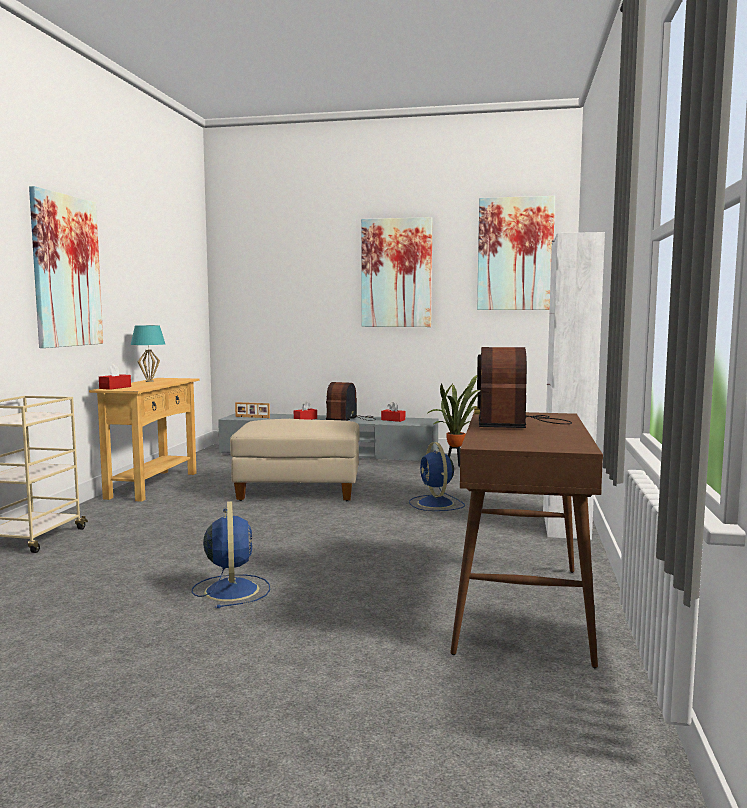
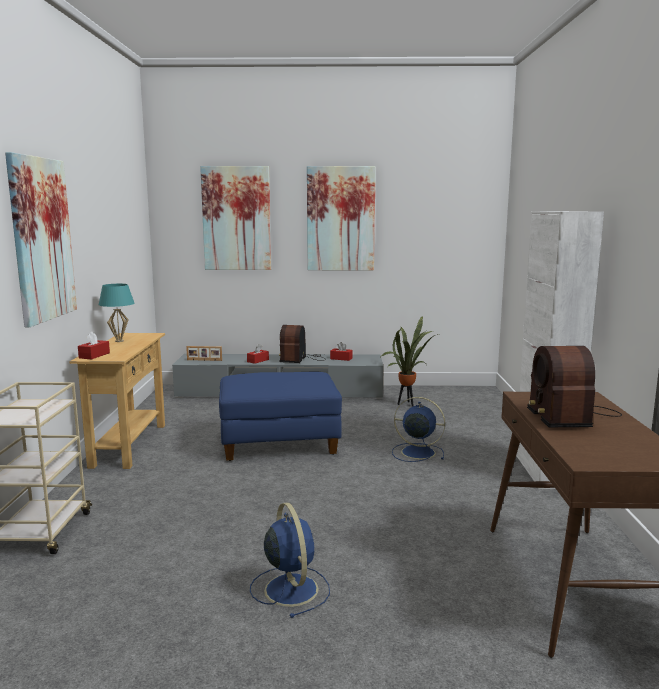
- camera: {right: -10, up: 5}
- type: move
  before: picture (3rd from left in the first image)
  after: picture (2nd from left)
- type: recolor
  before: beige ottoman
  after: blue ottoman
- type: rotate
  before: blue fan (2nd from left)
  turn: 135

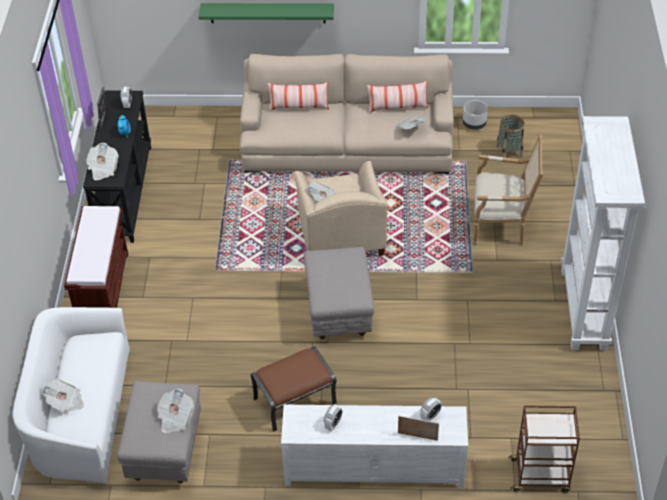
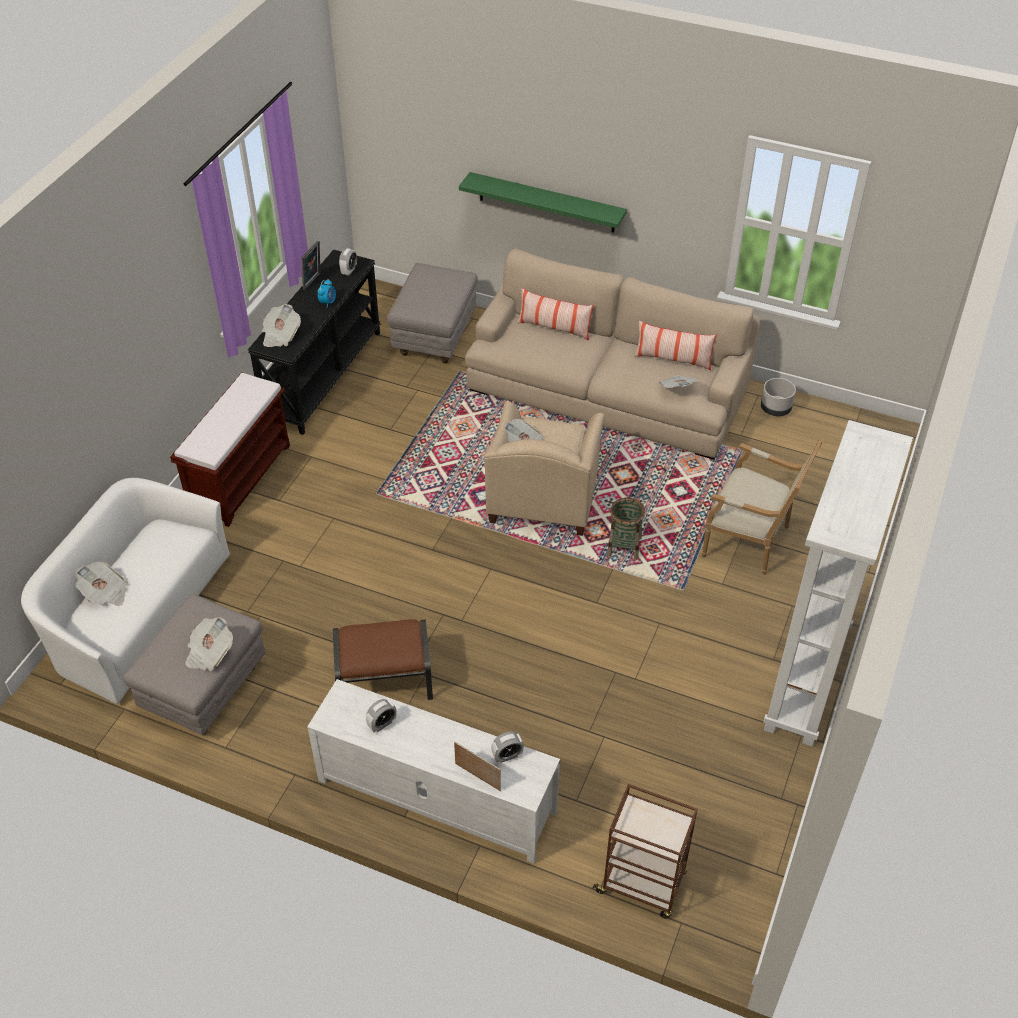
- camera: {right: 20, up: 0}
- type: move
  before: basket
- type: move
  before: grey ottoman (2nd from left)

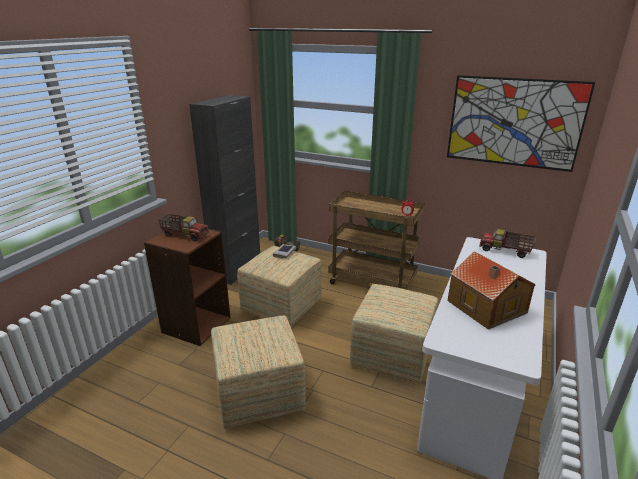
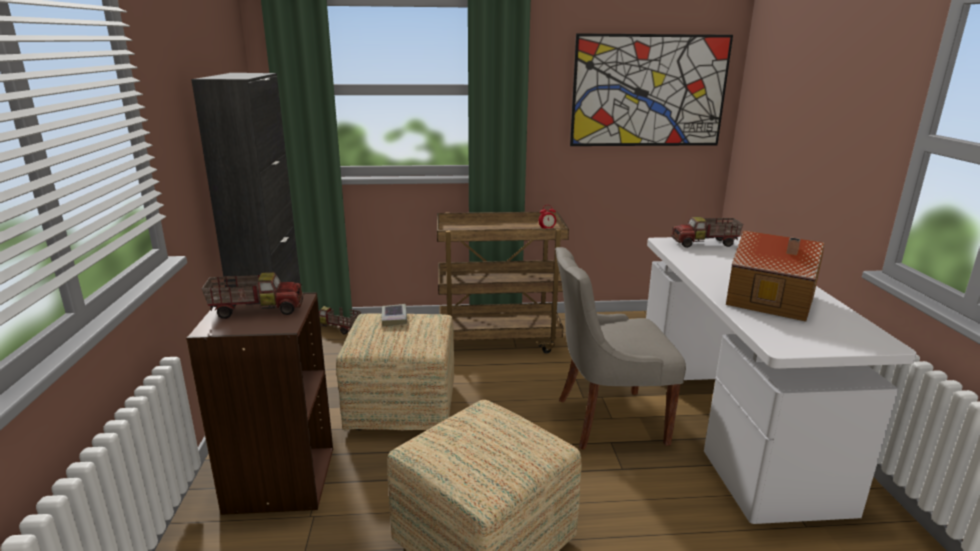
- camera: {right: -30, up: -5}
- type: replace
  before: ottoman (3rd from left)
  after: grey chair

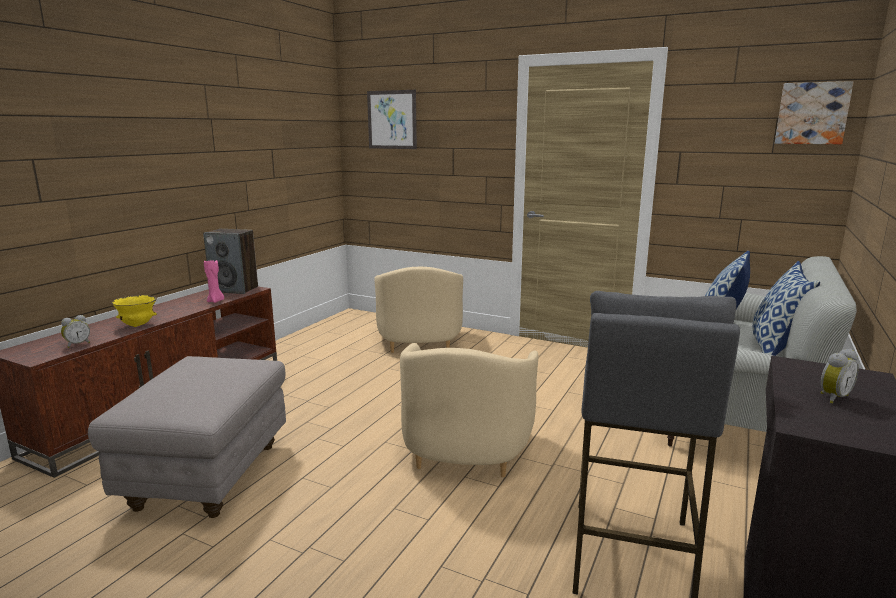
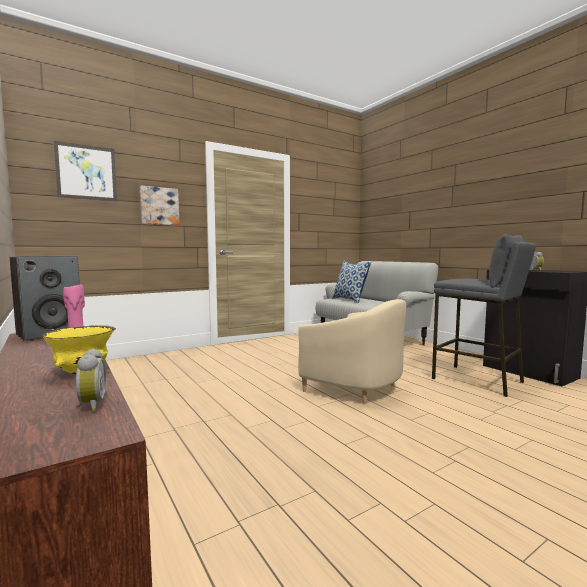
- camera: {right: -60, up: -10}
- type: move
  before: picture (2nd from left)
- type: delete
  before: pillow (2nd from left)
- type: delete
  before: beige armchair (1st from left)
- type: delete
  before: grey ottoman

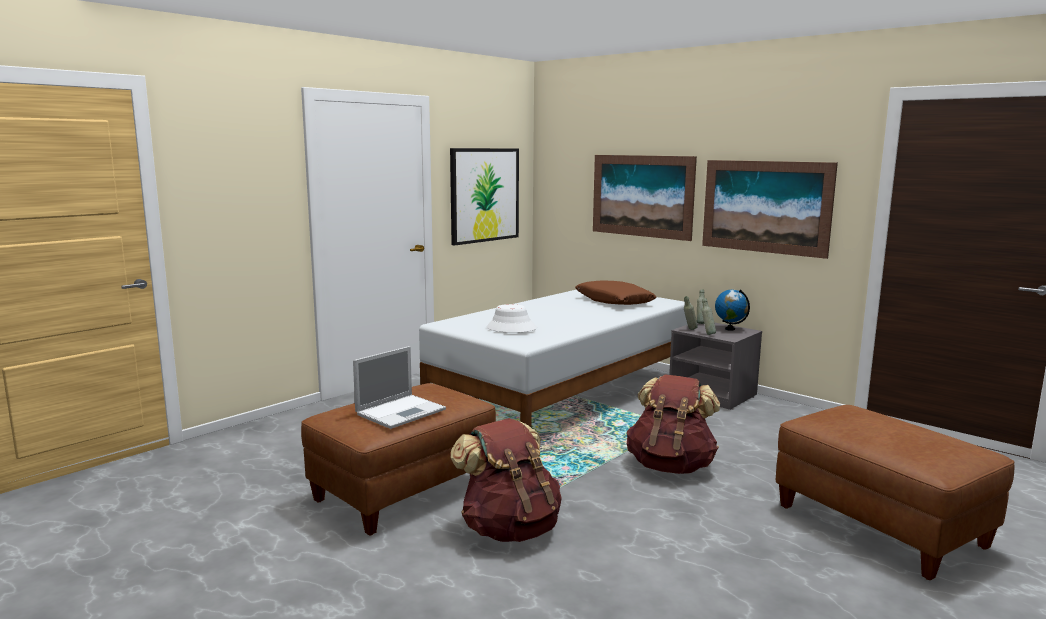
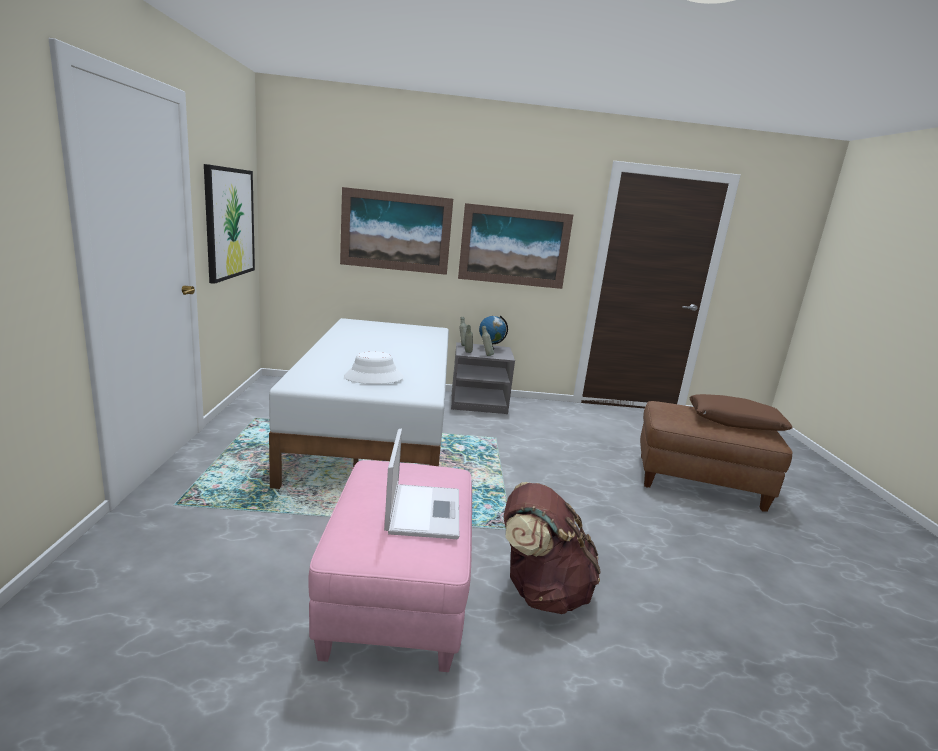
- camera: {right: -45, up: 5}
- type: move
  before: brown pillow
- type: delete
  before: brown backpack (2nd from left)
- type: recolor
  before: brown ottoman (1st from left)
  after: pink ottoman

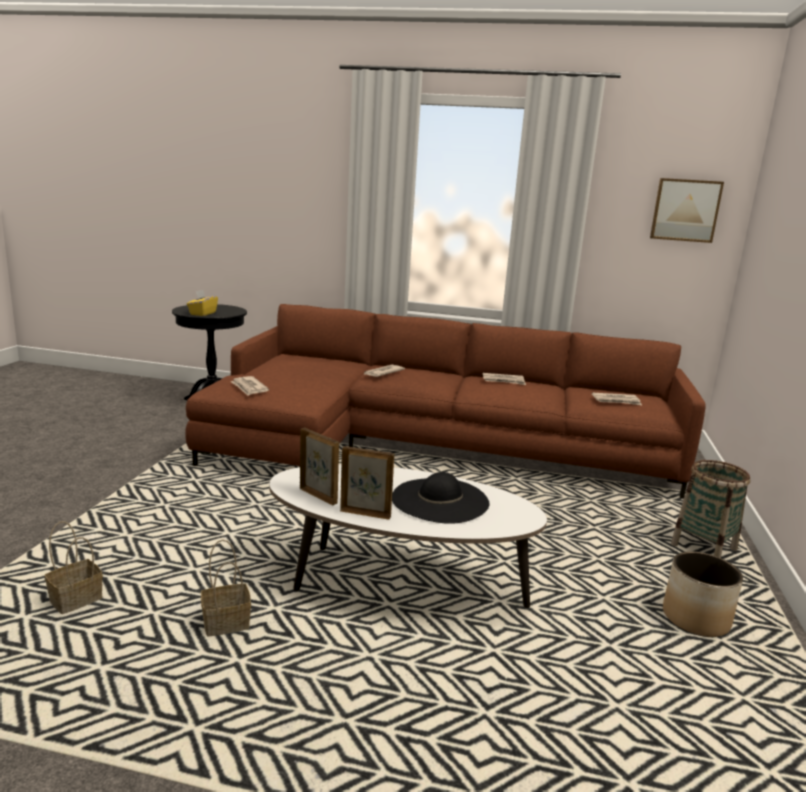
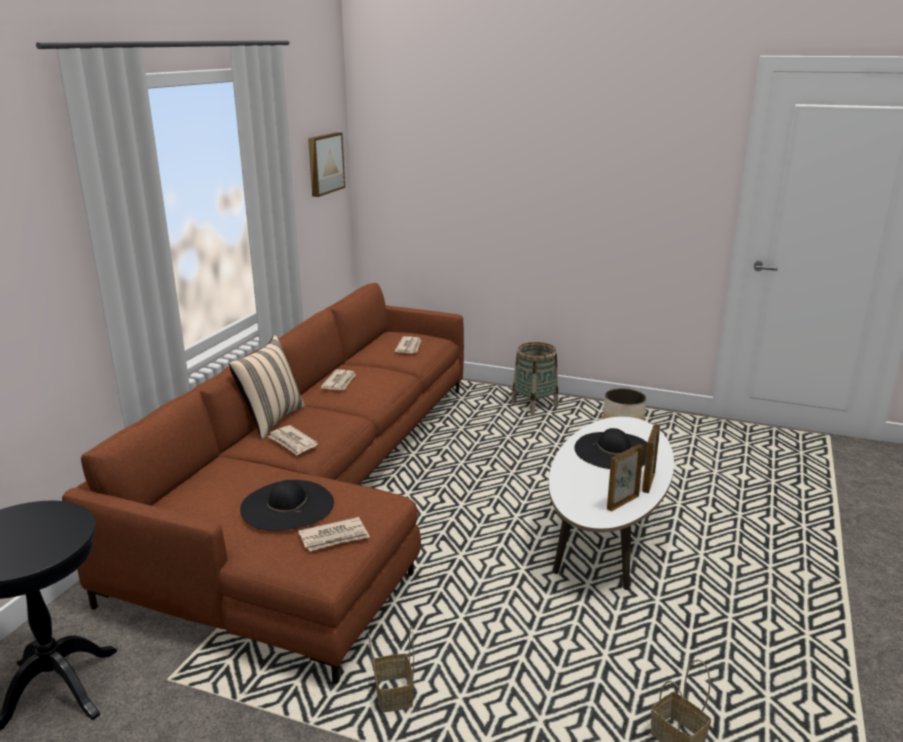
- camera: {right: -80, up: 5}
- type: delete
  before: yellow tissue box
- type: move
  before: basket (2nd from left in the first image)
  after: basket (1st from left)
- type: insert
  after: beige pillow
- type: insert
  after: black hat (1st from left)

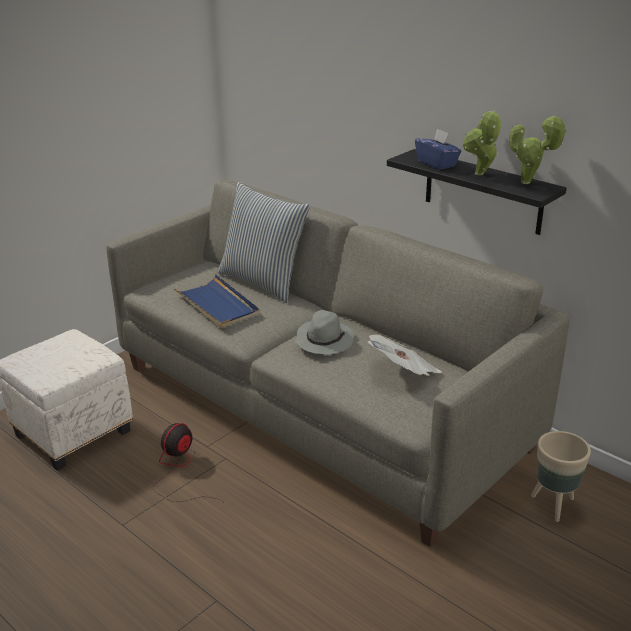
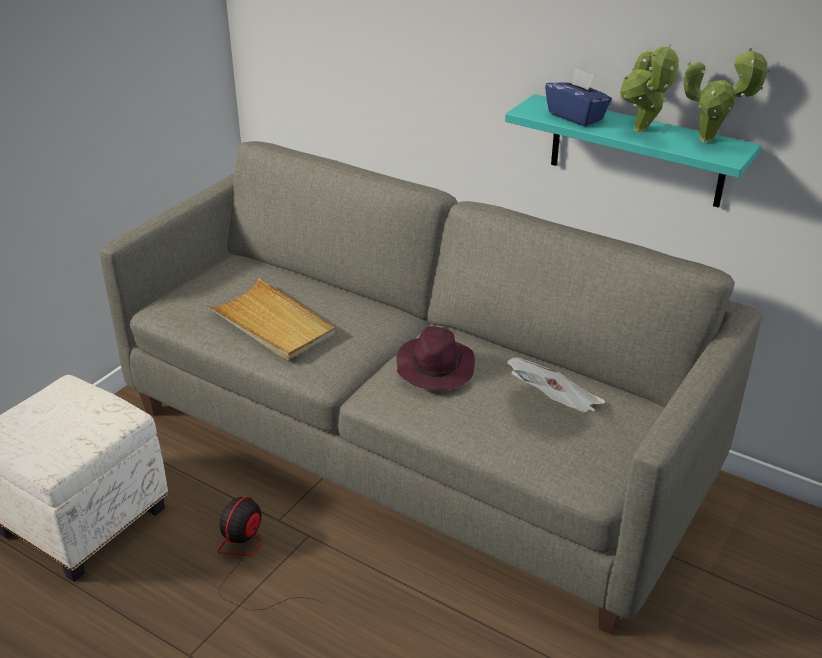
- camera: {right: -10, up: 5}
- type: recolor
  before: black shelf
  after: turquoise shelf
- type: delete
  before: pillow
- type: recolor
  before: blue tray
  after: beige tray
- type: recolor
  before: grey hat
  after: purple hat
- type: delete
  before: beige planter

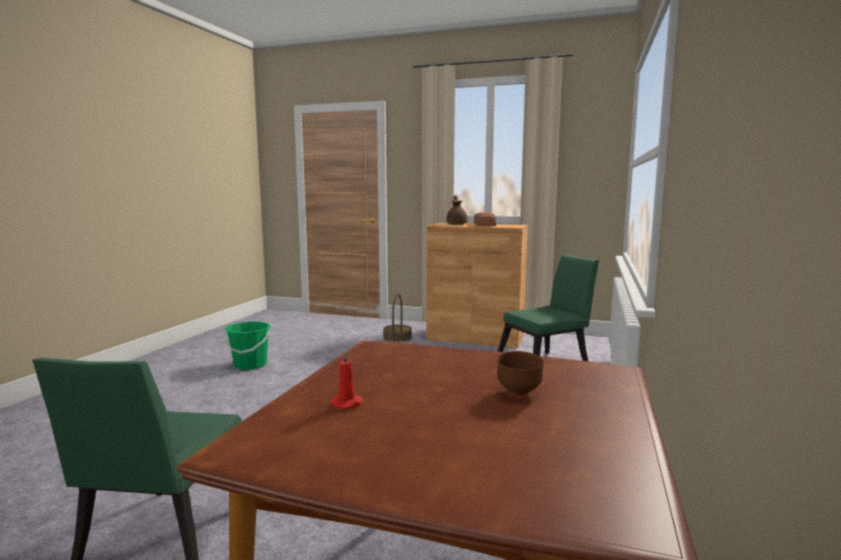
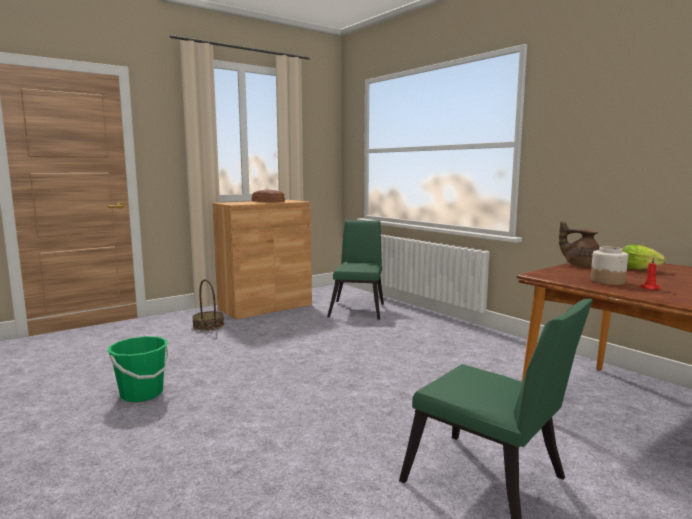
- camera: {right: -55, up: 0}
- type: move
  before: brown teapot
- type: replace
  before: brown bowl
  after: lettuce
- type: insert
  after: jar

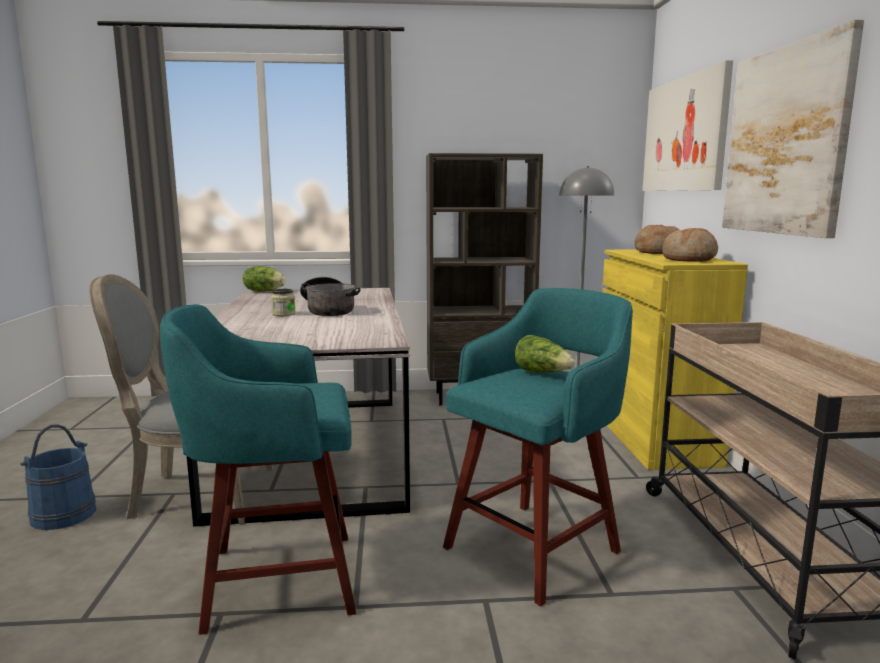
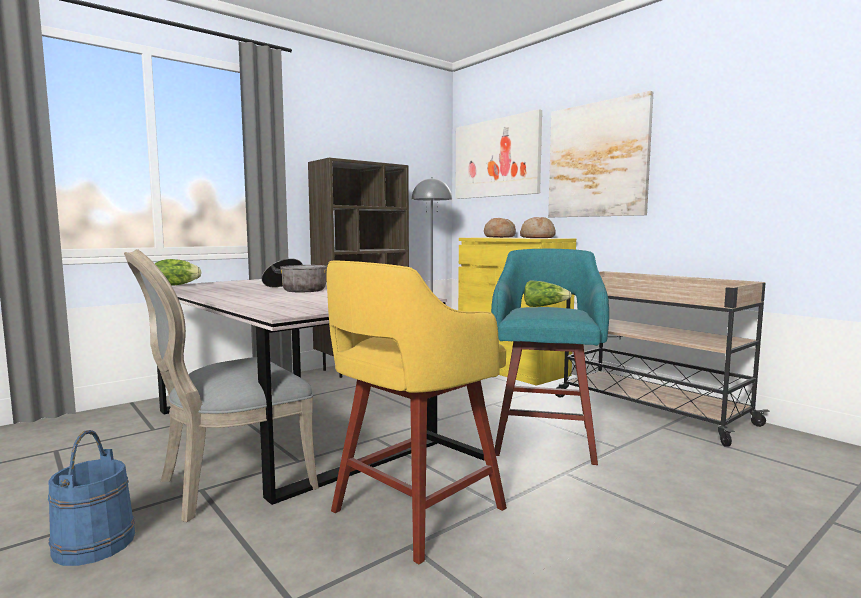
- camera: {right: -35, up: -5}
- type: delete
  before: jar
- type: recolor
  before: turquoise stool (1st from left)
  after: yellow stool

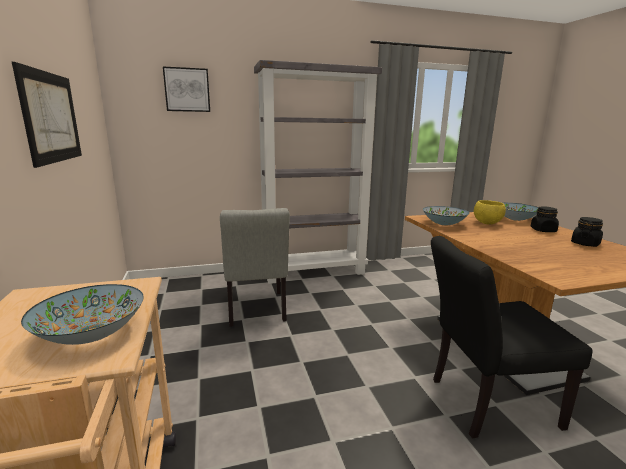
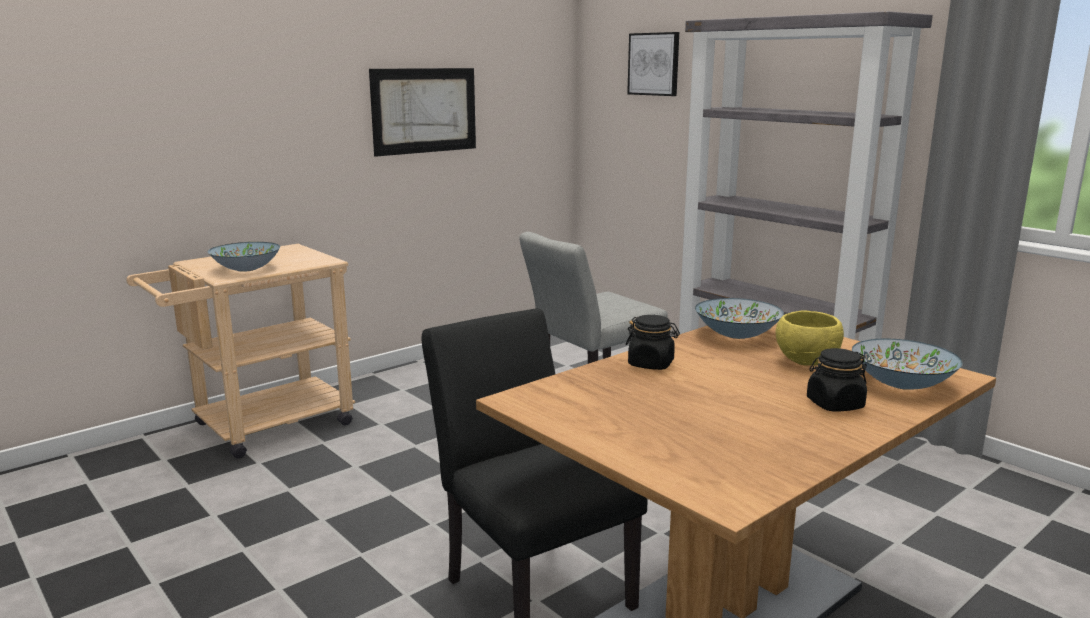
- camera: {right: 65, up: 0}
- type: move
  before: black jar (2nd from left in the first image)
  after: black jar (1st from left)

